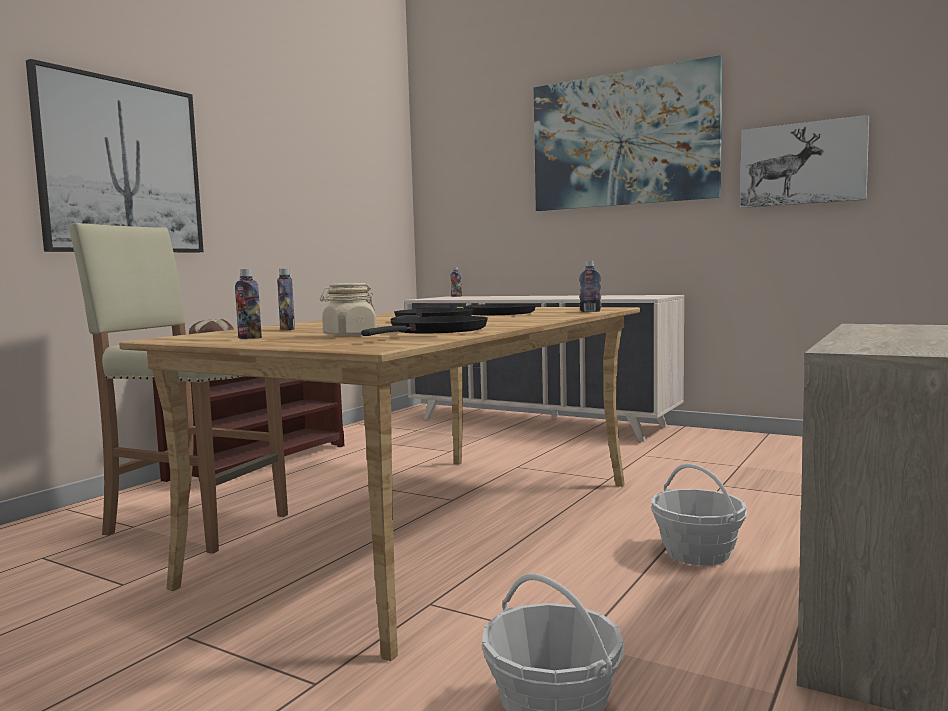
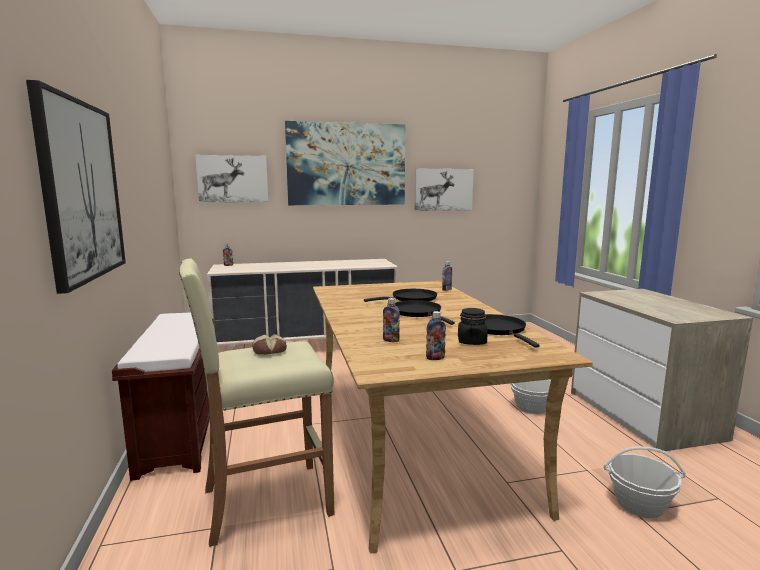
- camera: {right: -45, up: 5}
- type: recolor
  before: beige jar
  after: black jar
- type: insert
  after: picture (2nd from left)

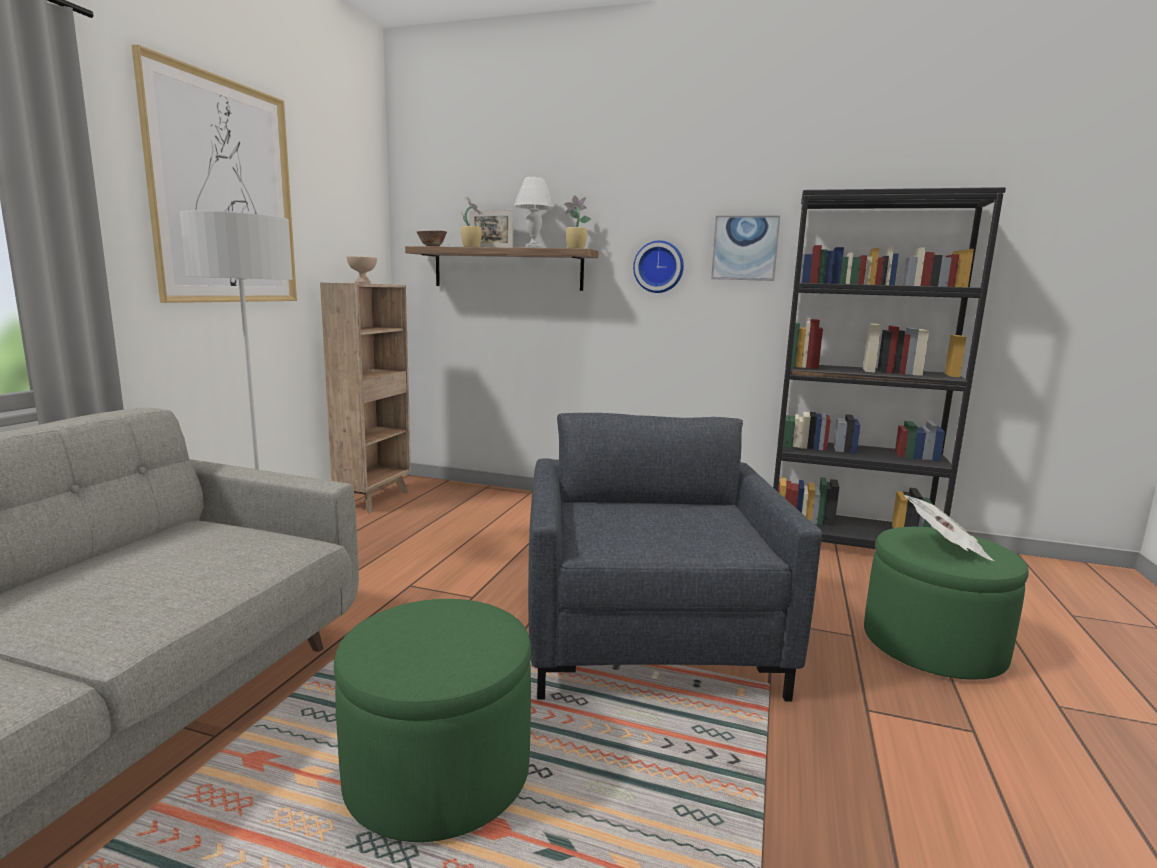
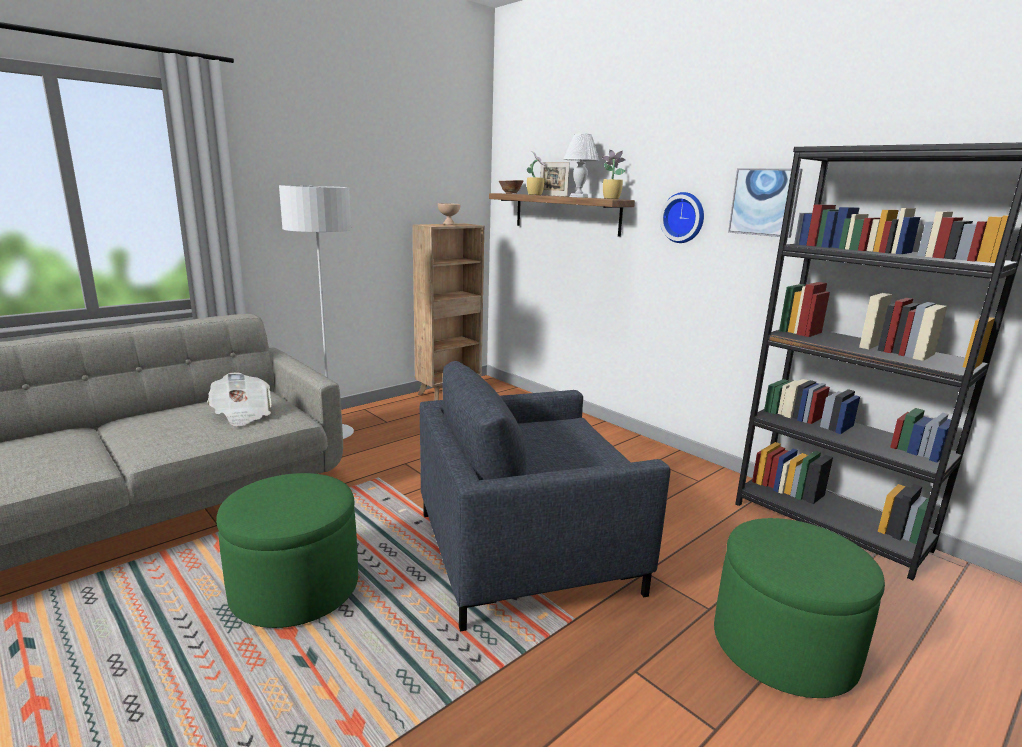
- camera: {right: 30, up: 5}
- type: delete
  before: picture (1st from left)
- type: rotate
  before: grey armchair
  turn: -135
- type: move
  before: newspaper

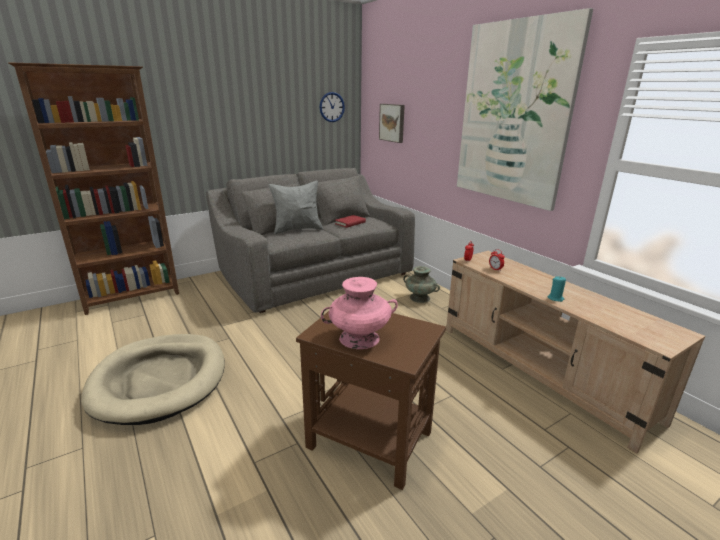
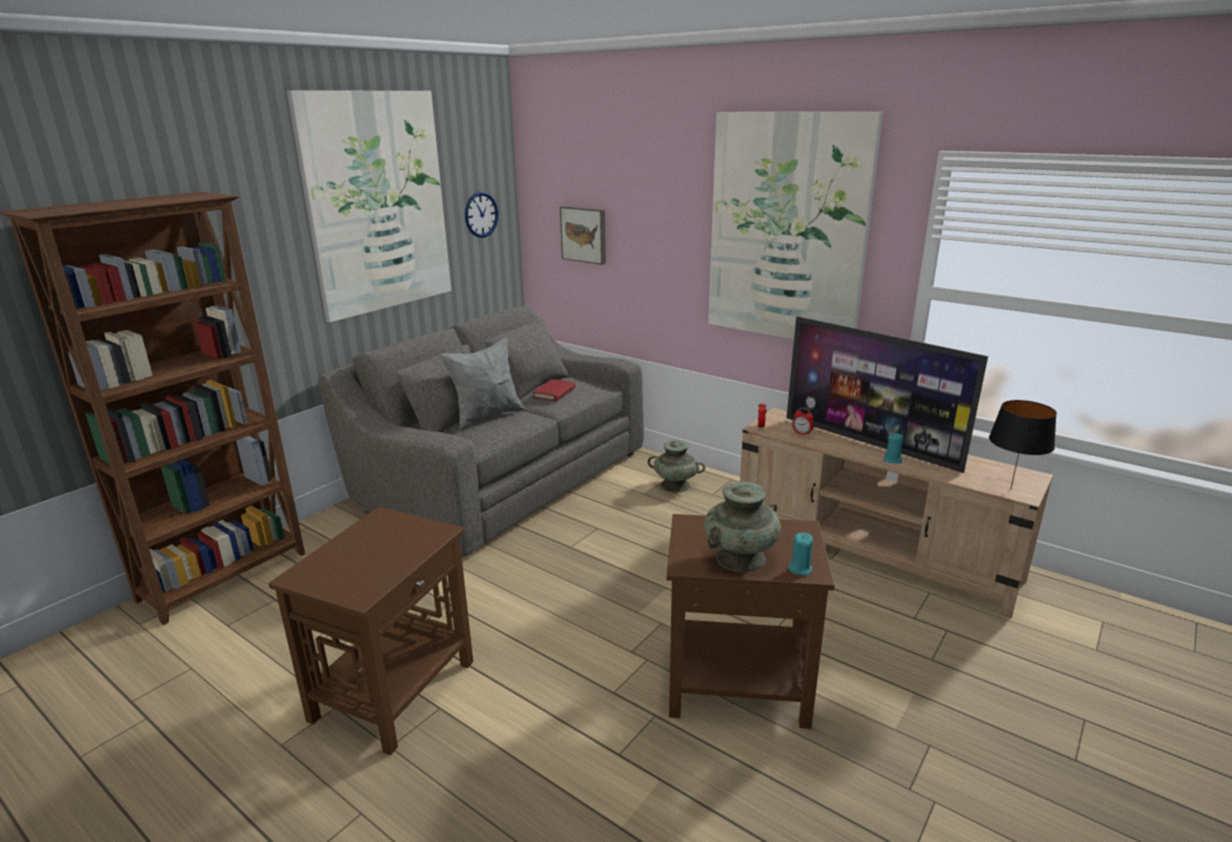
- camera: {right: -20, up: 0}
- type: recolor
  before: pink vase
  after: turquoise vase (2nd from left)
- type: replace
  before: beige dog bed
  after: brown side table (1st from left)
- type: insert
  after: picture (1st from left)
- type: insert
  after: television
- type: insert
  after: black table lamp
- type: insert
  after: turquoise candle (1st from left)

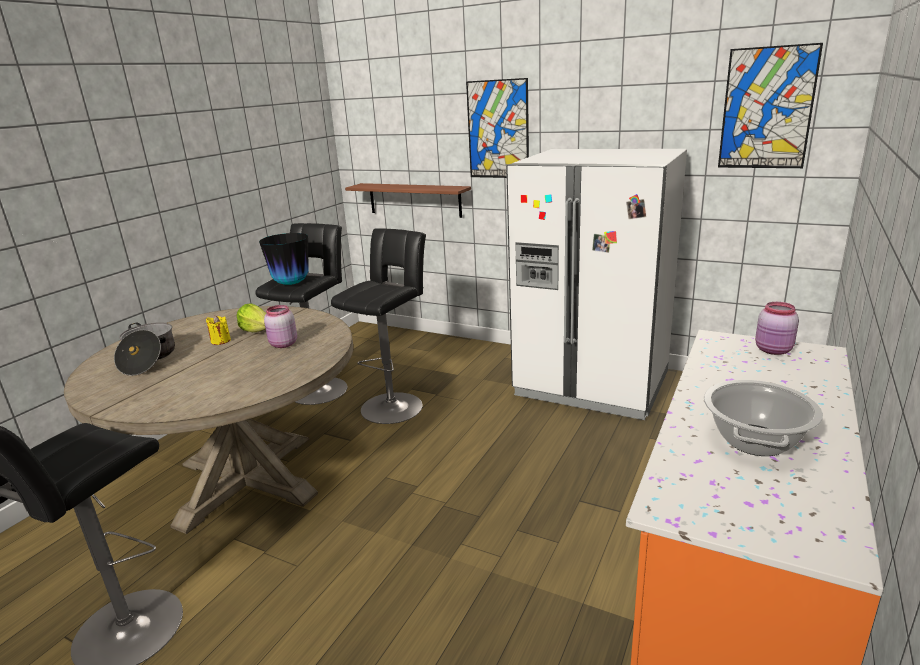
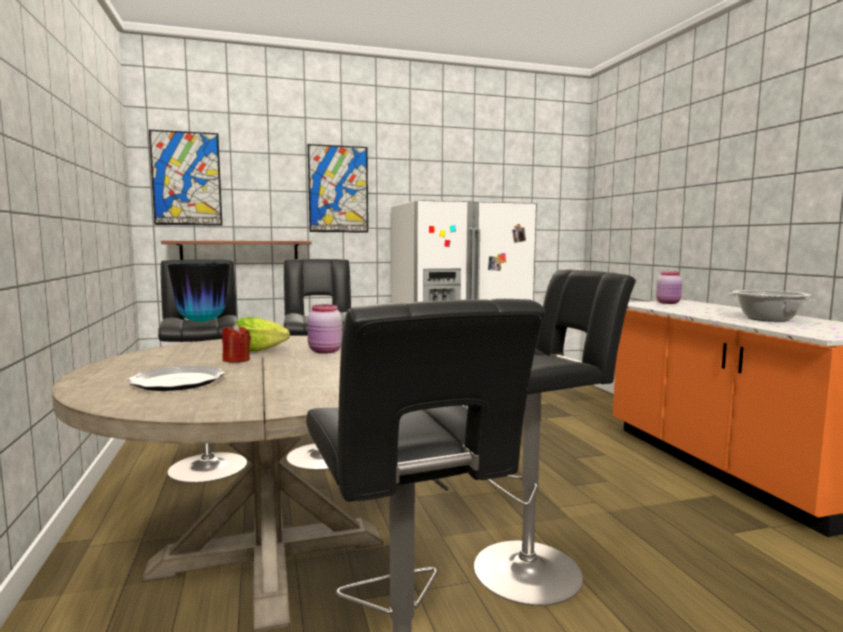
- camera: {right: -45, up: -15}
- type: move
  before: picture (2nd from left in the first image)
  after: picture (1st from left)
- type: recolor
  before: yellow candle
  after: red candle
- type: replace
  before: cooking pot (1st from left)
  after: plate
- type: insert
  after: black stool (4th from left)

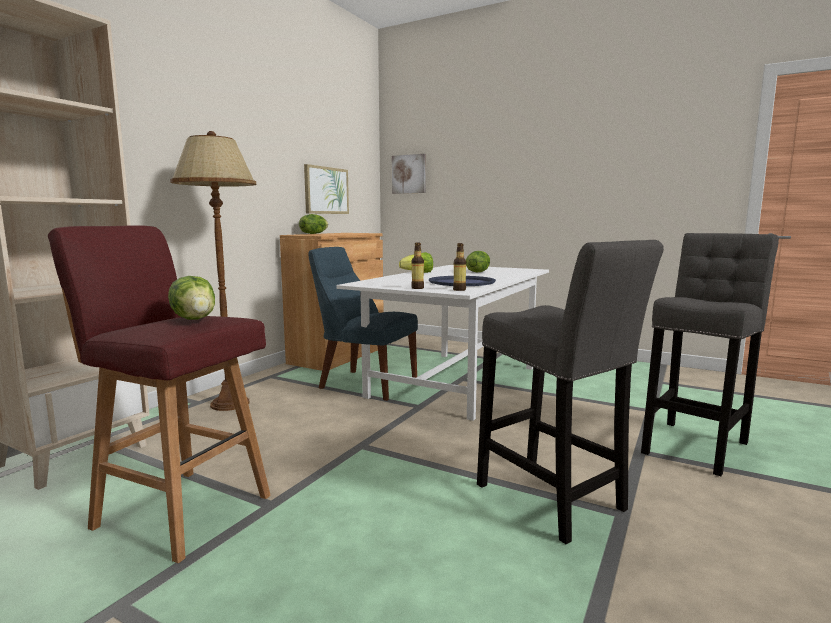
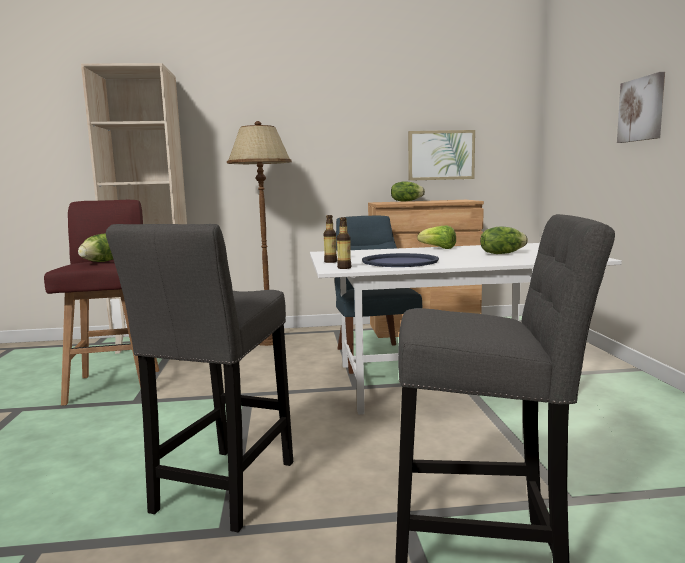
- camera: {right: 55, up: 0}
- type: move
  before: picture (2nd from left)

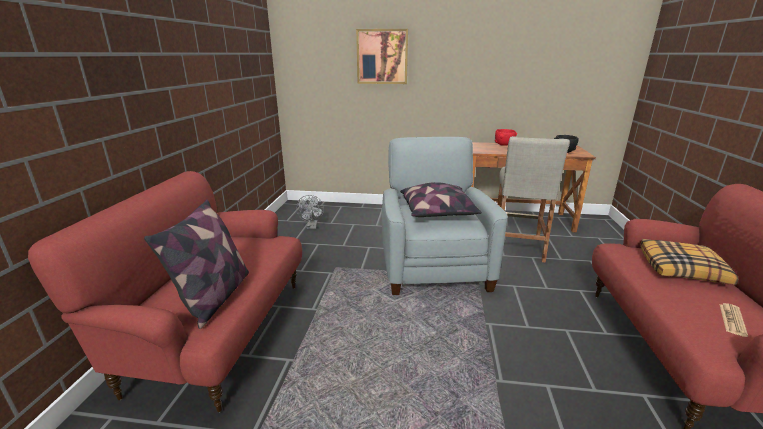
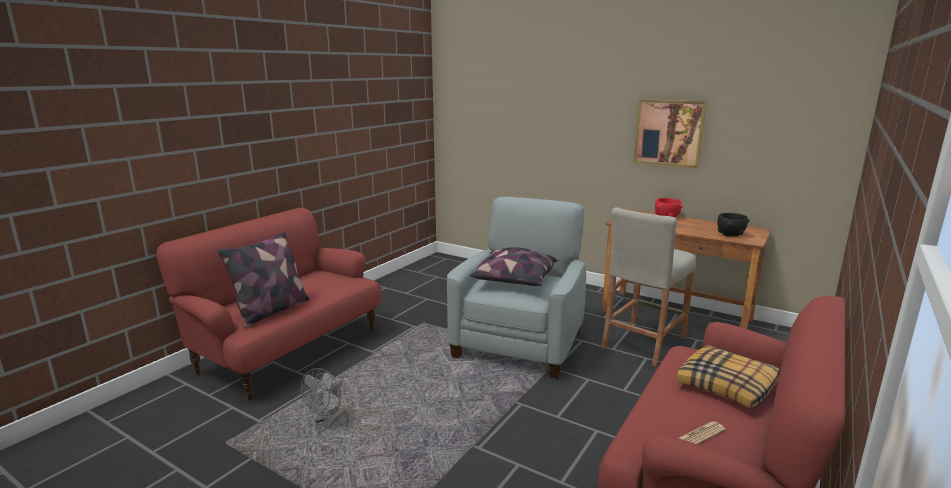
- camera: {right: 25, up: -5}
- type: move
  before: picture
- type: move
  before: grey fan

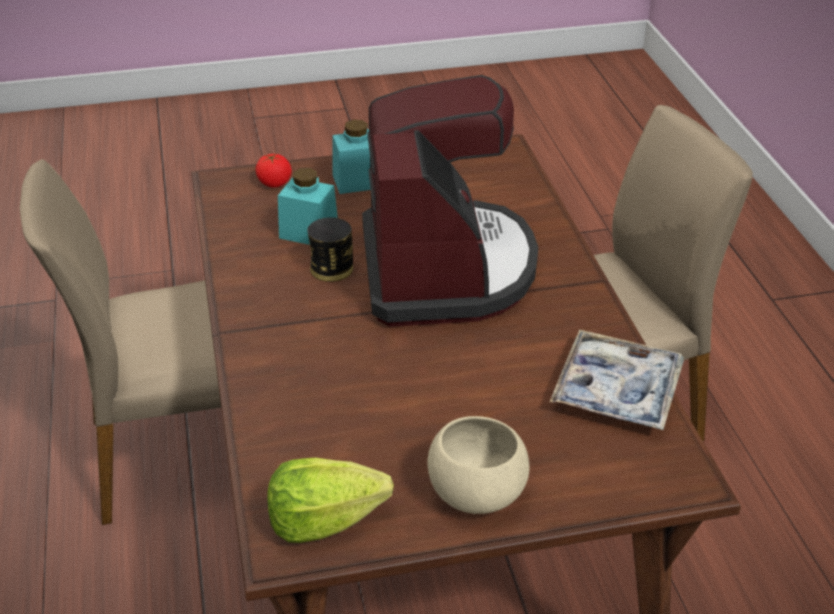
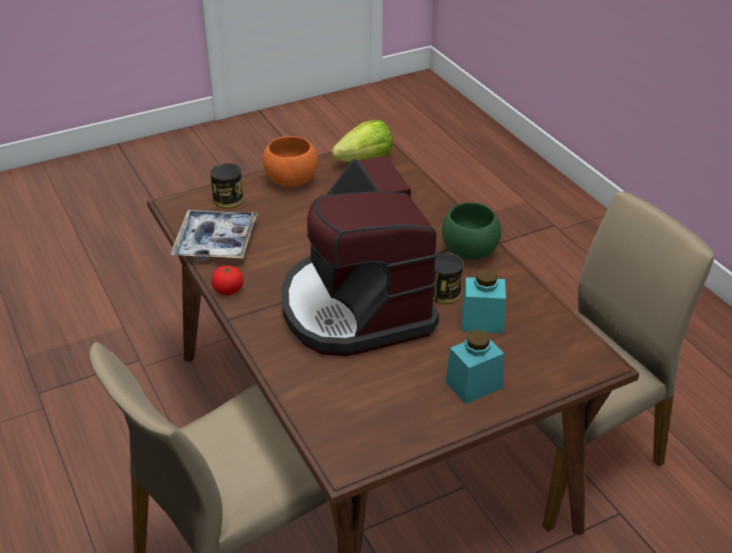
- camera: {right: 165, up: 0}
- type: move
  before: tomato
- type: recolor
  before: beige bowl
  after: orange bowl
- type: insert
  after: can (1st from left)
- type: insert
  after: green bowl

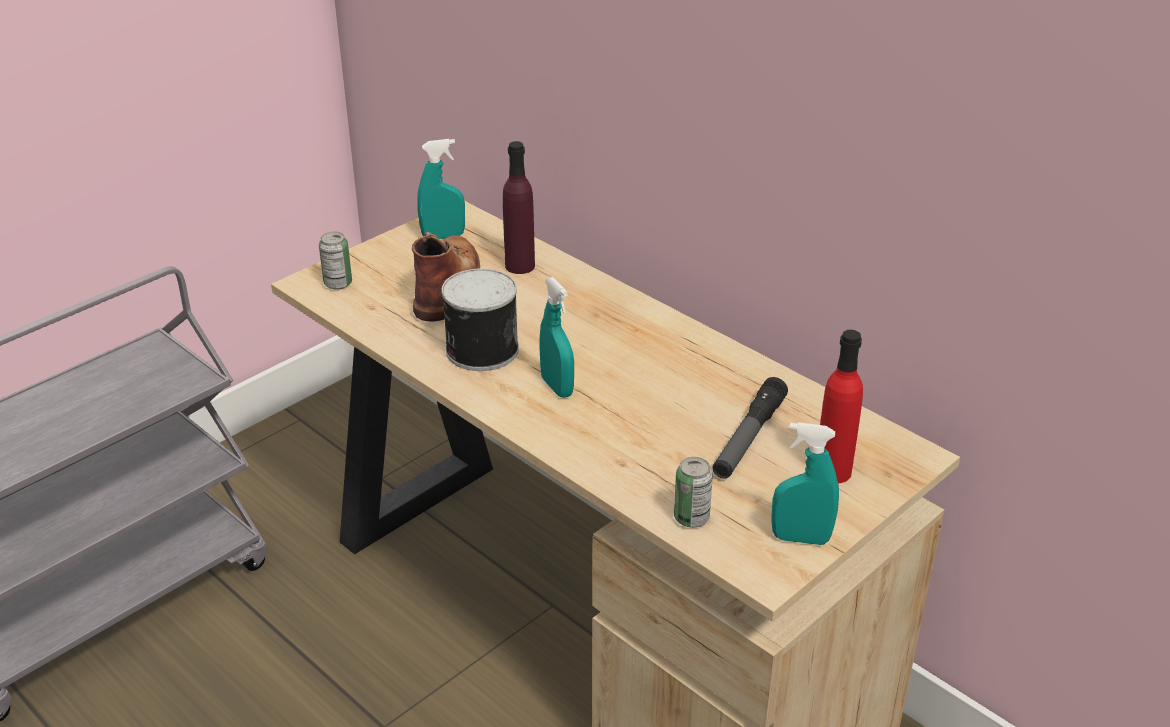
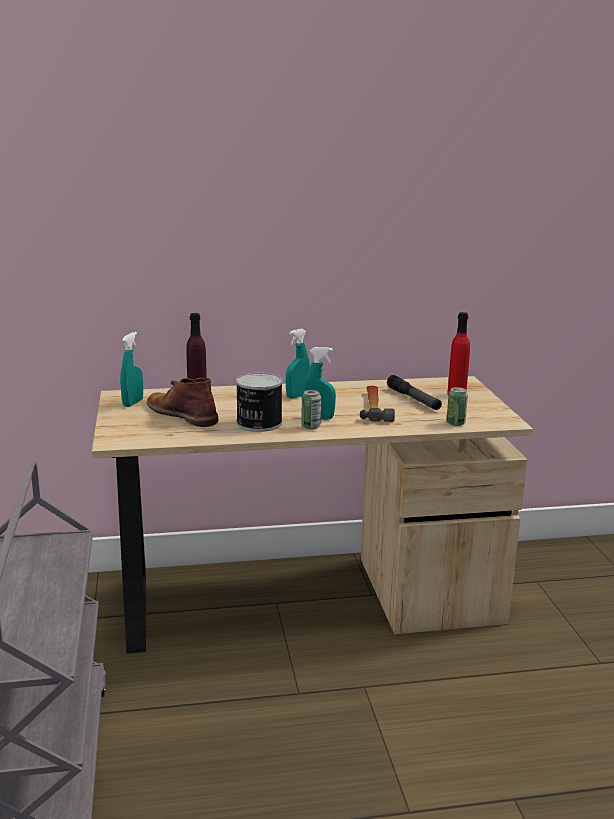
- camera: {right: -55, up: -15}
- type: move
  before: can (1st from left in the first image)
  after: can (2nd from left)
- type: move
  before: turquoise spray bottle (3rd from left in the first image)
  after: turquoise spray bottle (2nd from left)
- type: insert
  after: hammer

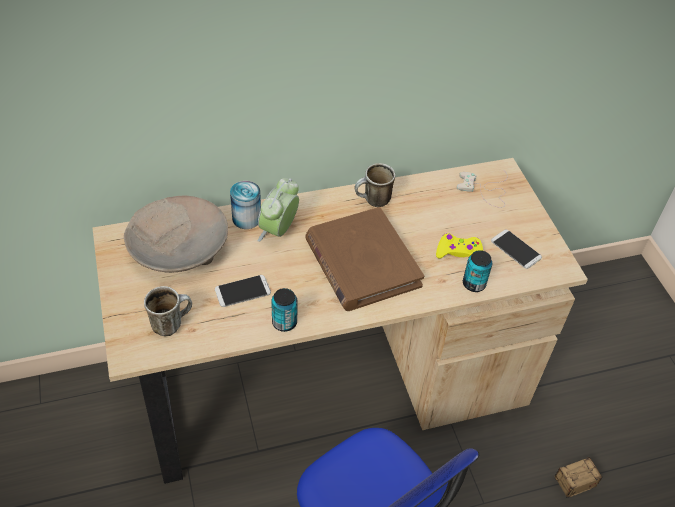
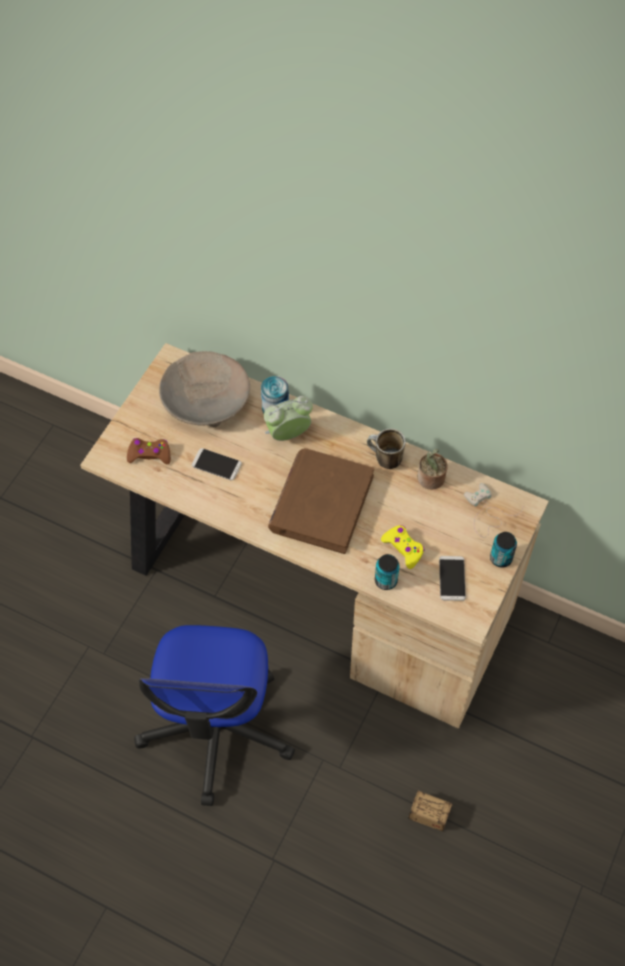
- camera: {right: 45, up: 10}
- type: replace
  before: mug (1st from left)
  after: brown game controller
- type: move
  before: can (2nd from left in the first image)
  after: can (3rd from left)
- type: insert
  after: potted plant

